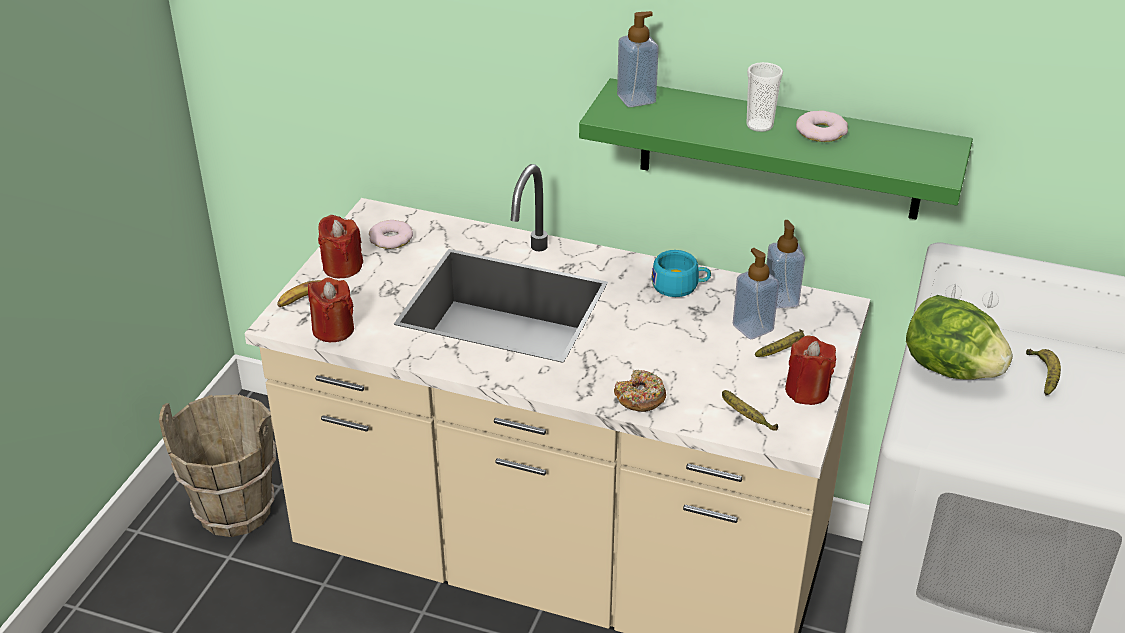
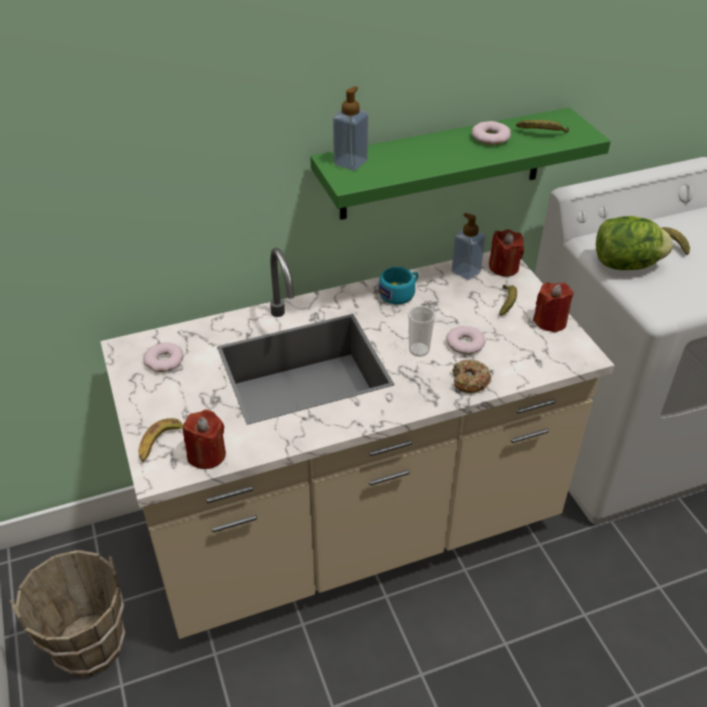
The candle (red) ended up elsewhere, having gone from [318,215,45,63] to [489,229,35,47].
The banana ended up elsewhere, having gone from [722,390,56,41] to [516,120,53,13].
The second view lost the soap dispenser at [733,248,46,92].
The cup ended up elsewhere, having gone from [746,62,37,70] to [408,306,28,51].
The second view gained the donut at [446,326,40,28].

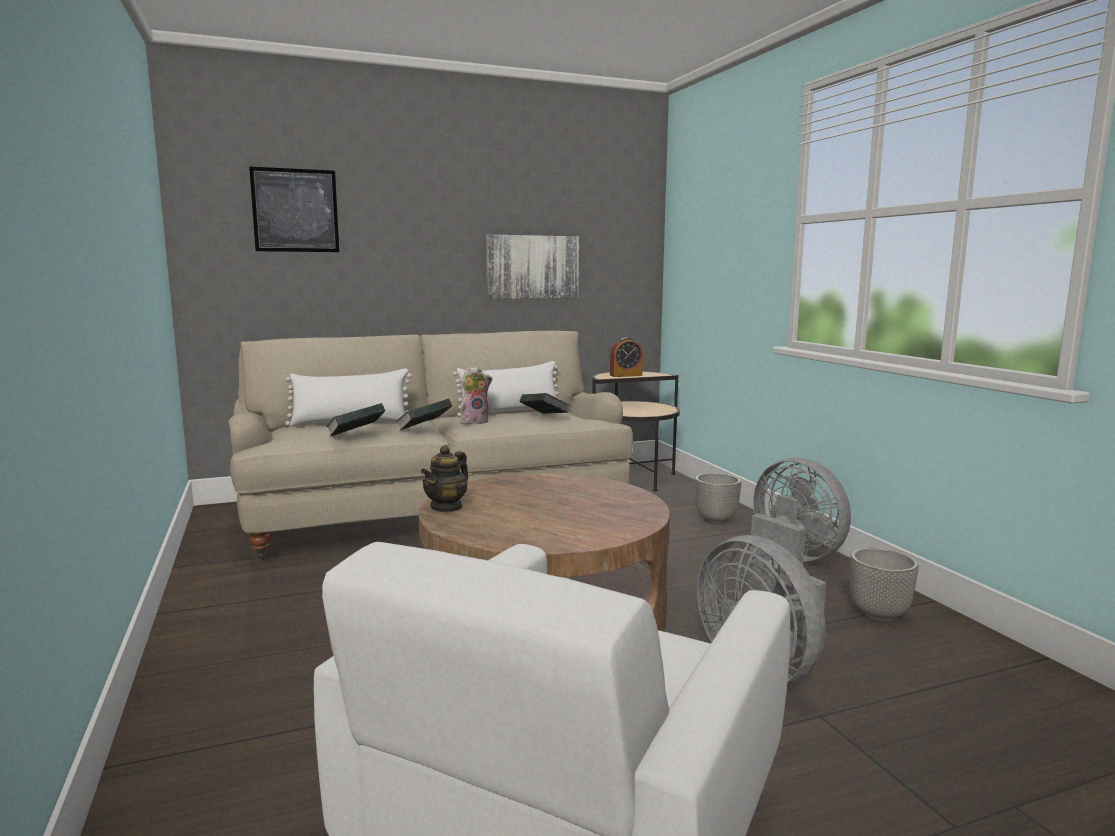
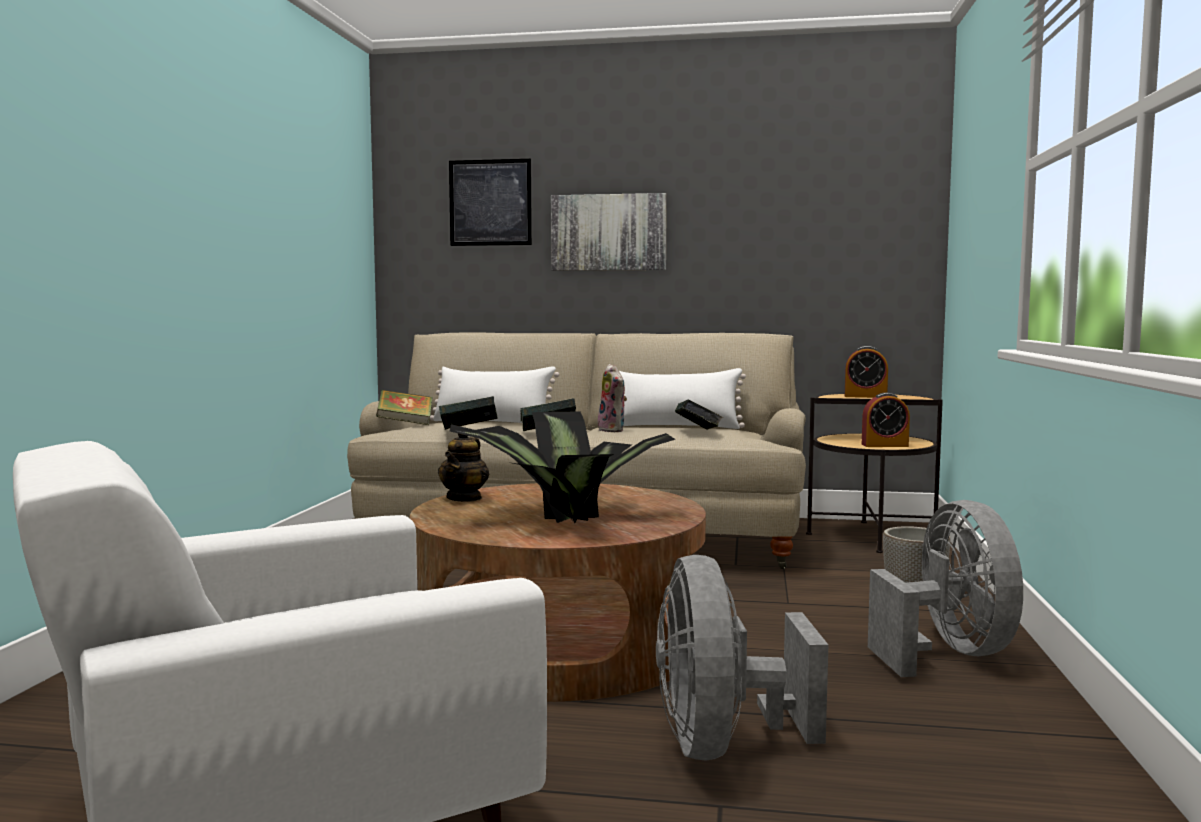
The teapot at [421,445,47,68] ended up facing another way, 45 degrees counterclockwise from before.
The plush toy at [460,366,32,58] ended up facing another way, 60 degrees clockwise from before.
The picture ended up elsewhere, having gone from [486,234,93,65] to [551,193,116,78].
The second view lost the planter at [850,547,69,75].
The second view gained the book at [376,390,56,35].
The second view gained the potted plant at [450,411,226,112].
The second view gained the alarm clock at [862,393,48,54].

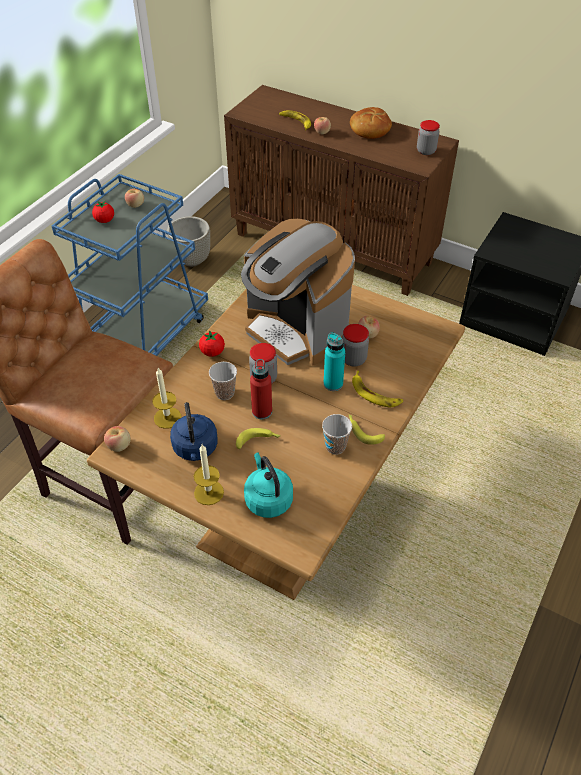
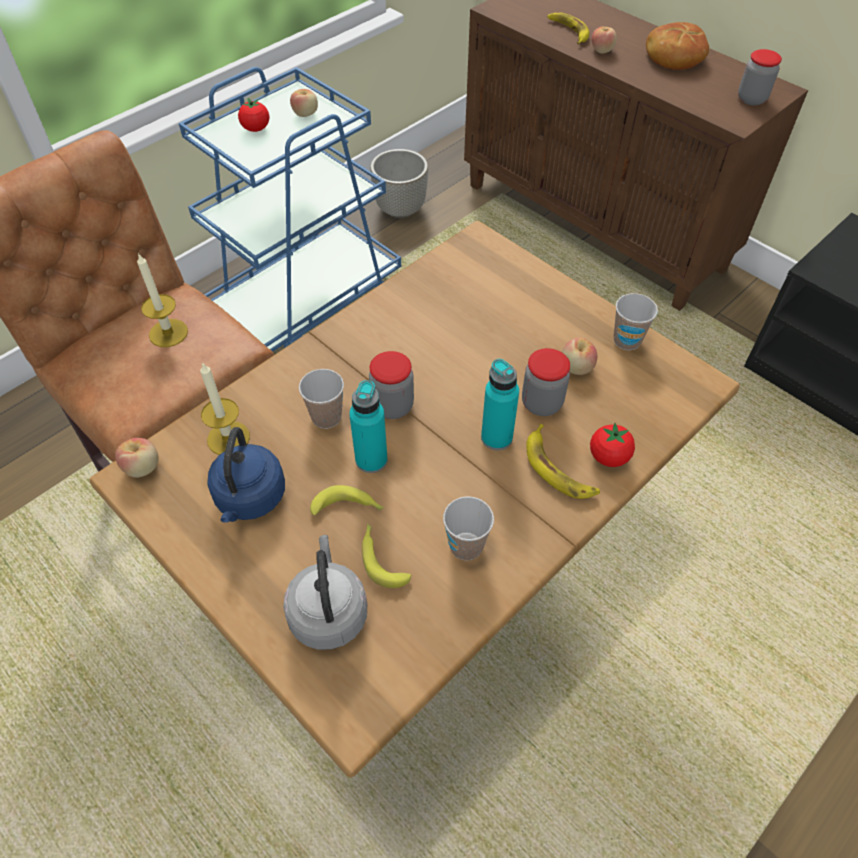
The candle ended up elsewhere, having gone from [194,444,30,61] to [137,253,51,94].
The tomato ended up elsewhere, having gone from [199,330,26,27] to [590,423,45,44].
The second view lost the coffee machine at [241,219,114,147].
What was the kettle (turquoise) at [244,452,49,66] turned into the kettle (grey) at [283,535,84,115].
What was the bottle (red) at [250,359,22,60] turned into the bottle (turquoise) at [349,380,39,93].
The banana ended up elsewhere, having gone from [349,414,36,31] to [362,523,49,65].
The second view gained the cup at [614,293,44,58].

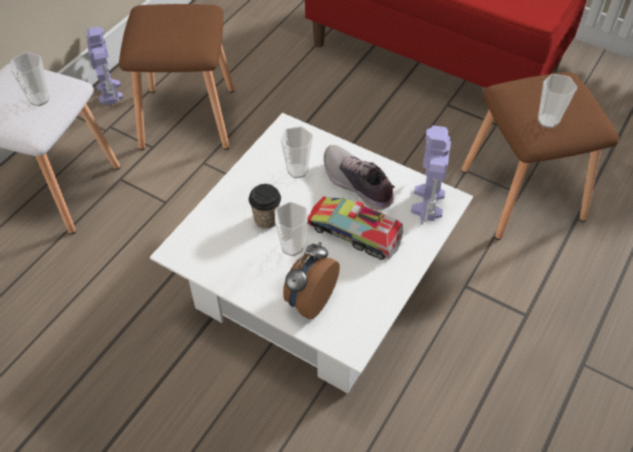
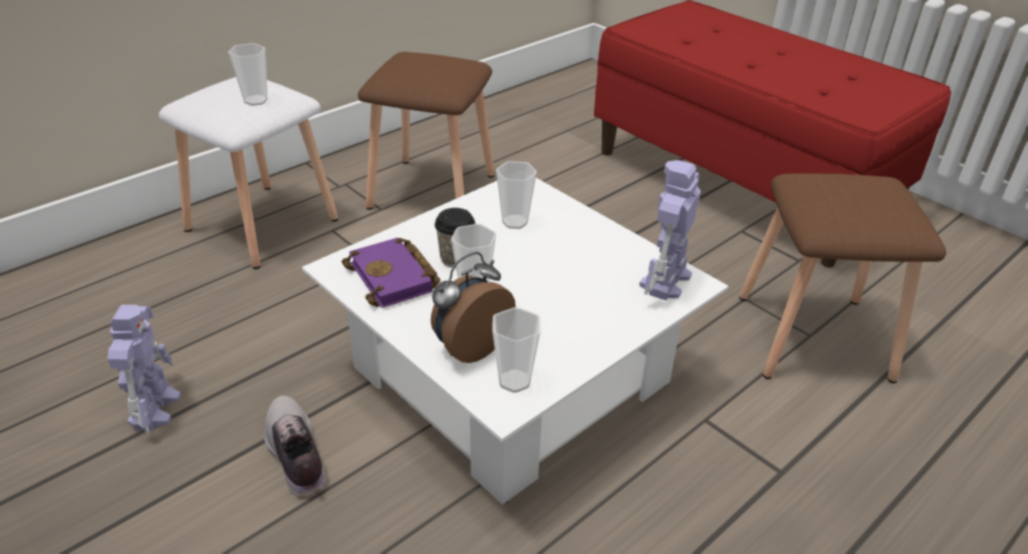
The toy robot ended up elsewhere, having gone from [86,27,37,78] to [108,305,73,127].
The second view lost the toy truck at [307,196,96,64].
The shoe ended up elsewhere, having gone from [324,145,71,65] to [264,395,62,101].
The cup ended up elsewhere, having gone from [538,74,39,54] to [492,307,49,86].
The second view gained the book (purple) at [342,238,98,70].

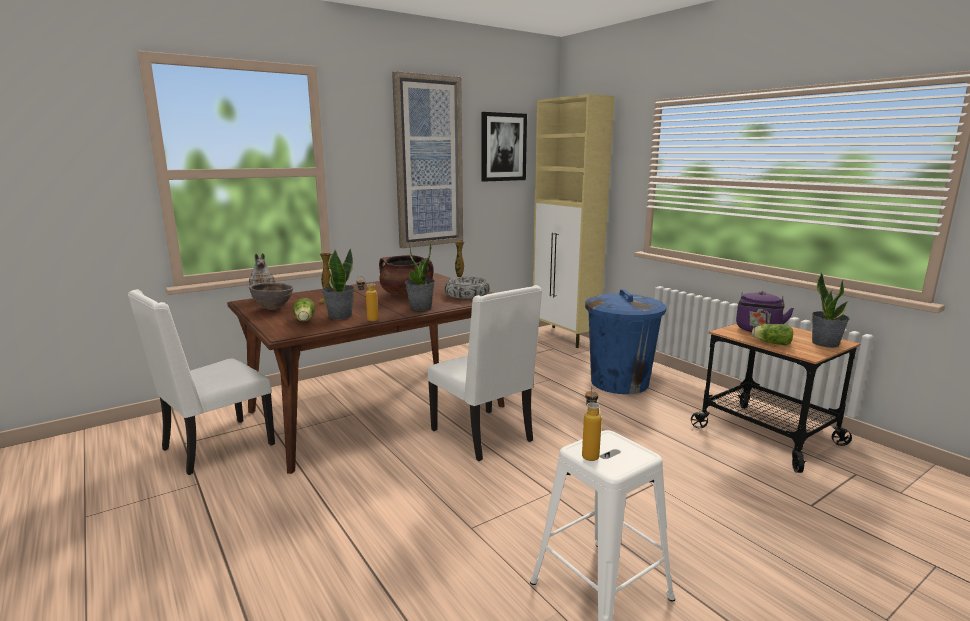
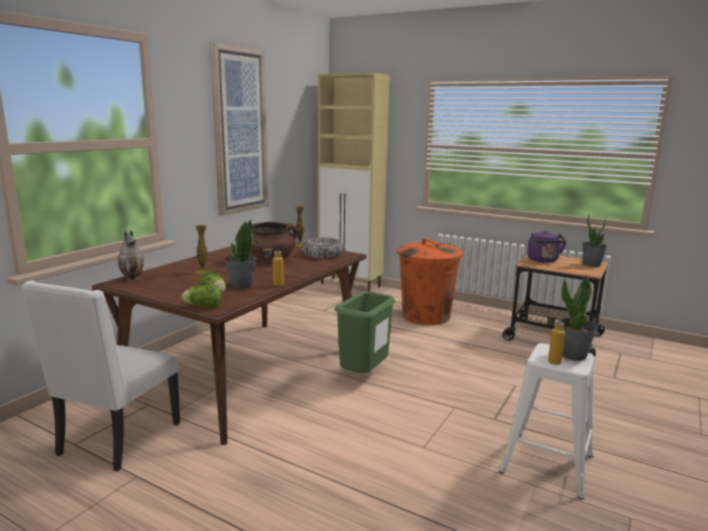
The second view lost the bowl (brown) at [249,282,45,28].
The potted plant ended up elsewhere, having gone from [405,241,30,70] to [558,275,39,86].
Where the chair (white) stood at [427,285,115,176], the trash can (green) came to stand at [335,291,60,82].
The second view lost the picture at [482,112,45,70].
What was the trash can (blue) at [585,290,82,104] turned into the trash can (orange) at [397,239,66,86].
The lettuce ended up elsewhere, having gone from [752,324,41,21] to [182,285,40,22].

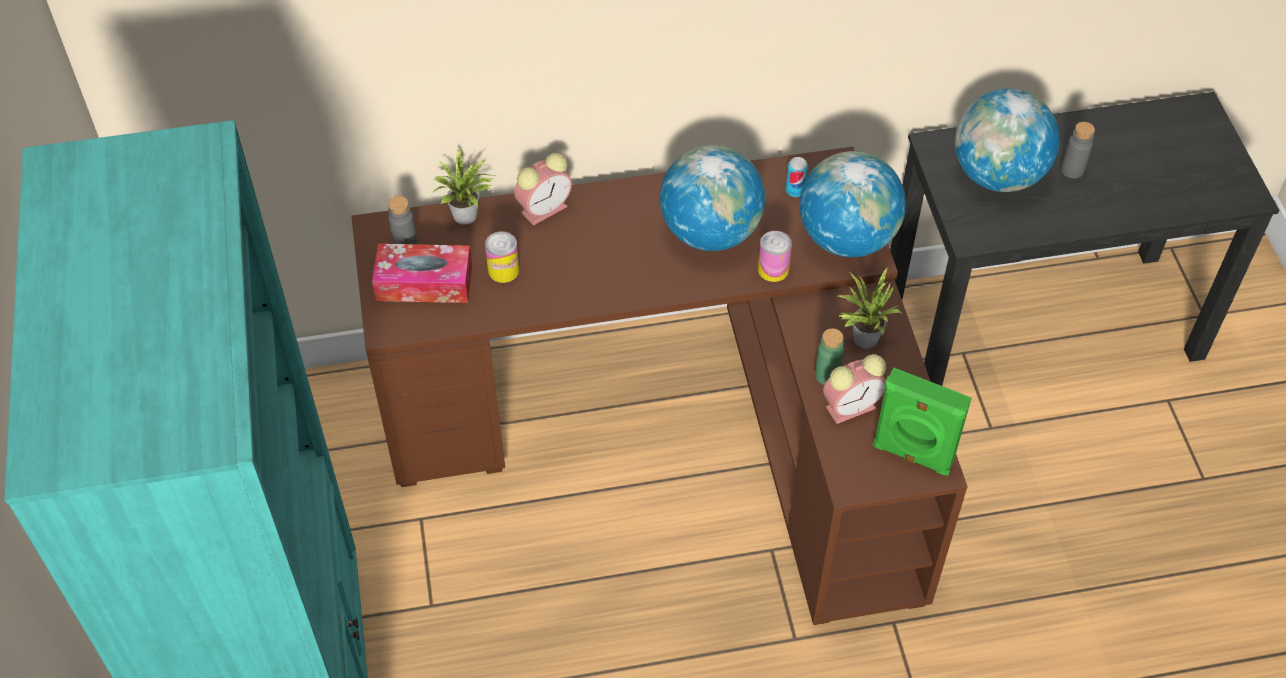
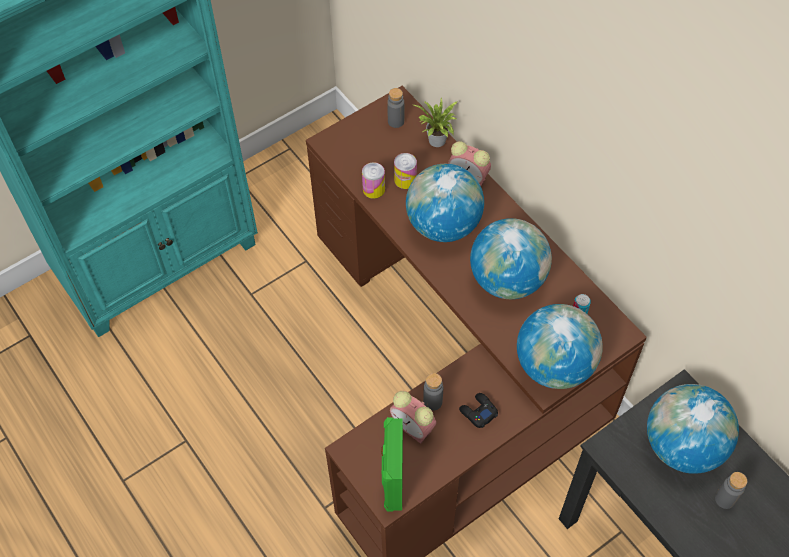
The second view lost the tissue box at [372,244,100,59].
The can ended up elsewhere, having gone from [758,231,34,51] to [362,162,23,37].
What was the bottle (green) at [815,328,29,57] turned into the bottle (grey) at [423,373,20,38].
Where the potted plant stood at [836,268,65,81], the game controller (black) came to stand at [459,393,39,35].
The second view gained the globe at [406,164,78,78].

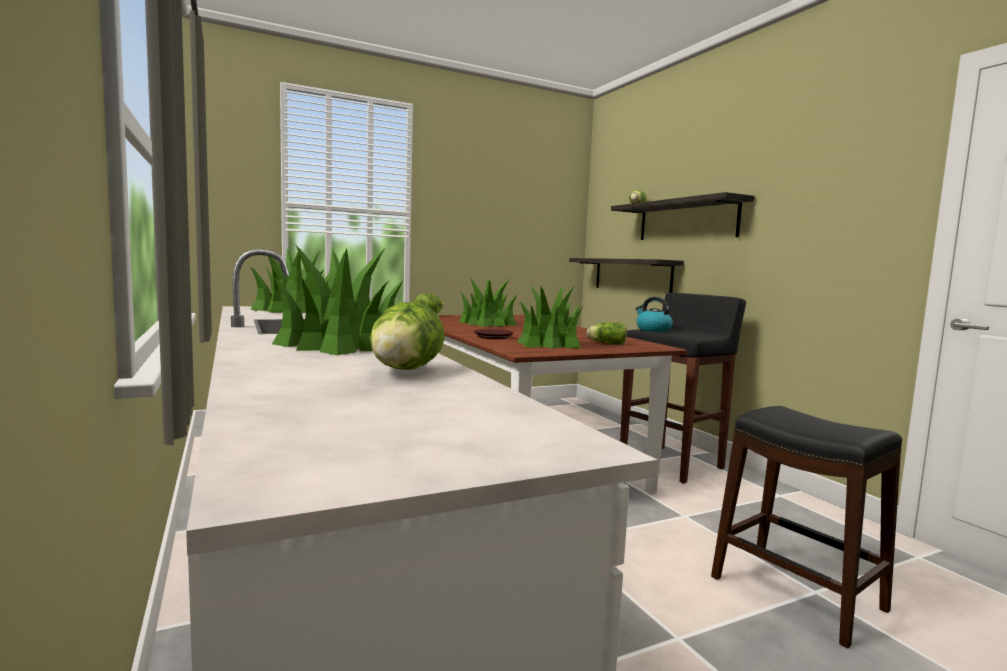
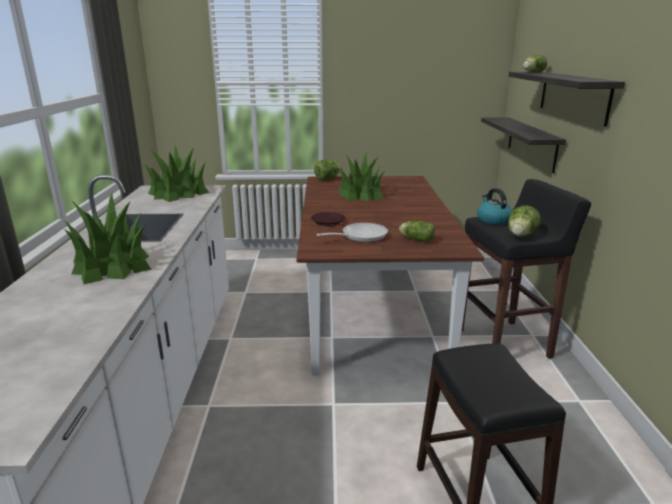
The lettuce ended up elsewhere, having gone from [370,302,74,67] to [508,205,33,31].
Where the potted plant stood at [517,285,66,64], the frying pan came to stand at [316,223,72,19].

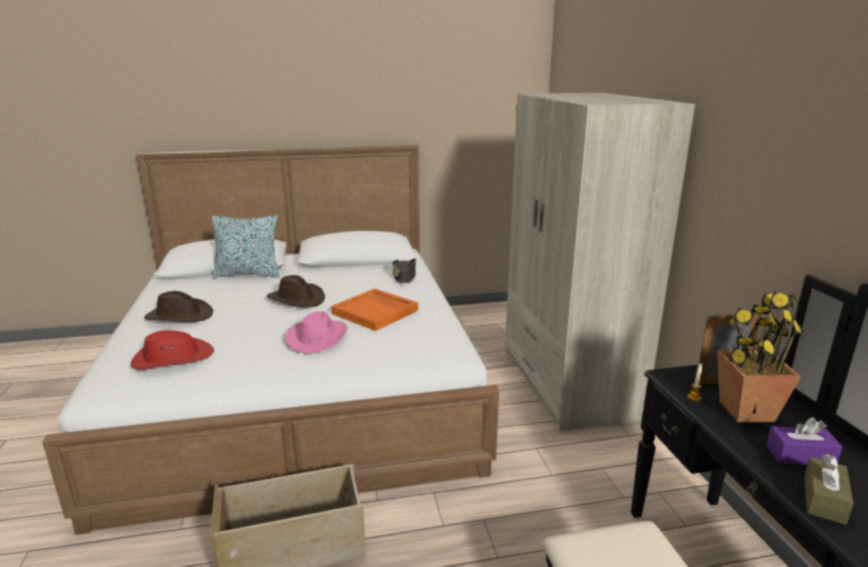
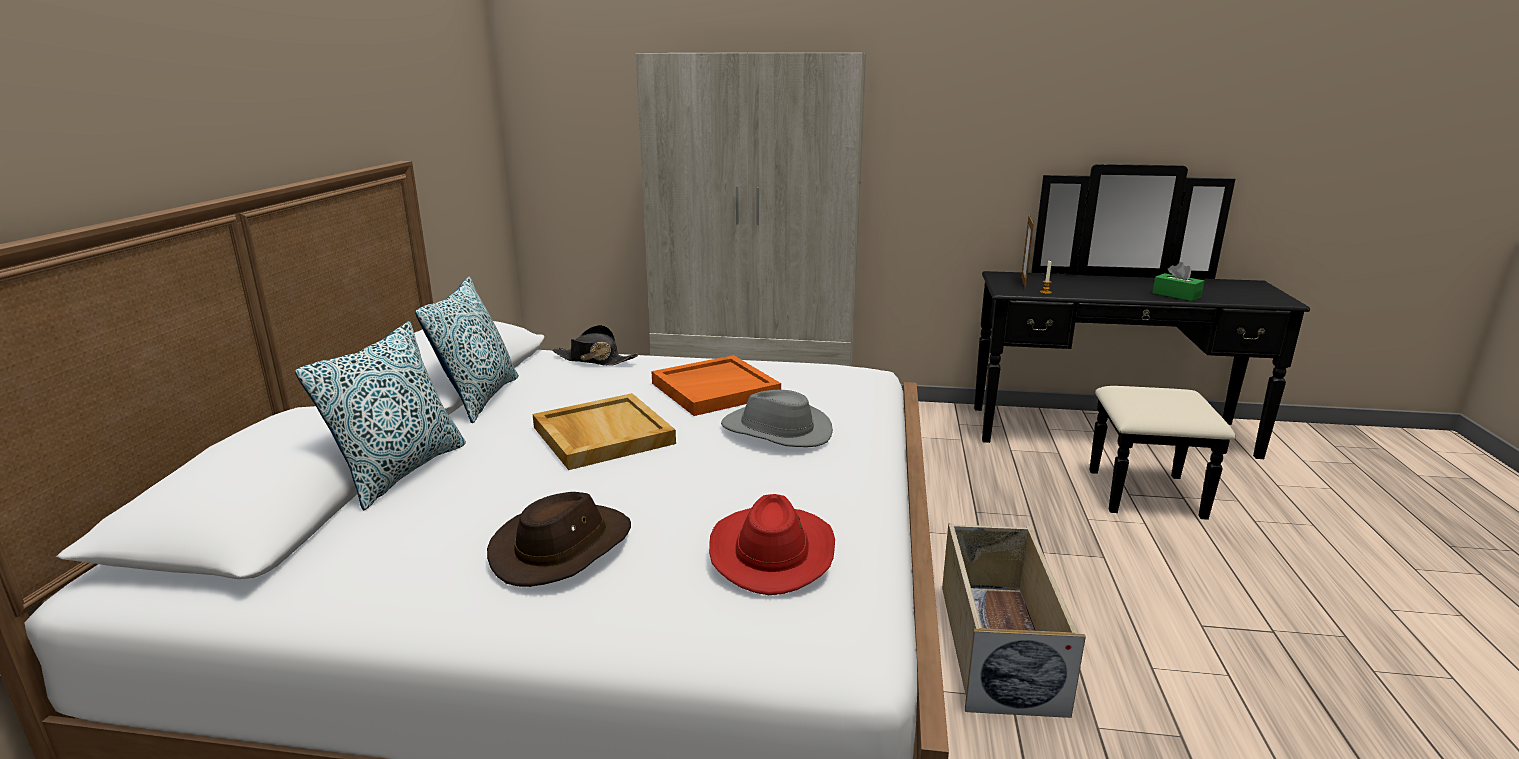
Where the hat (brown) stood at [267,275,58,33], the tray (beige) came to stand at [532,393,144,77].
What was the hat (pink) at [285,312,63,42] turned into the hat (grey) at [721,390,112,57].
The second view lost the potted plant at [717,290,88,132].
The second view lost the tissue box (purple) at [766,417,76,48].
What was the tissue box (brown) at [804,454,50,71] turned into the tissue box (green) at [1152,262,52,39].
The second view gained the pillow at [415,276,104,148].

